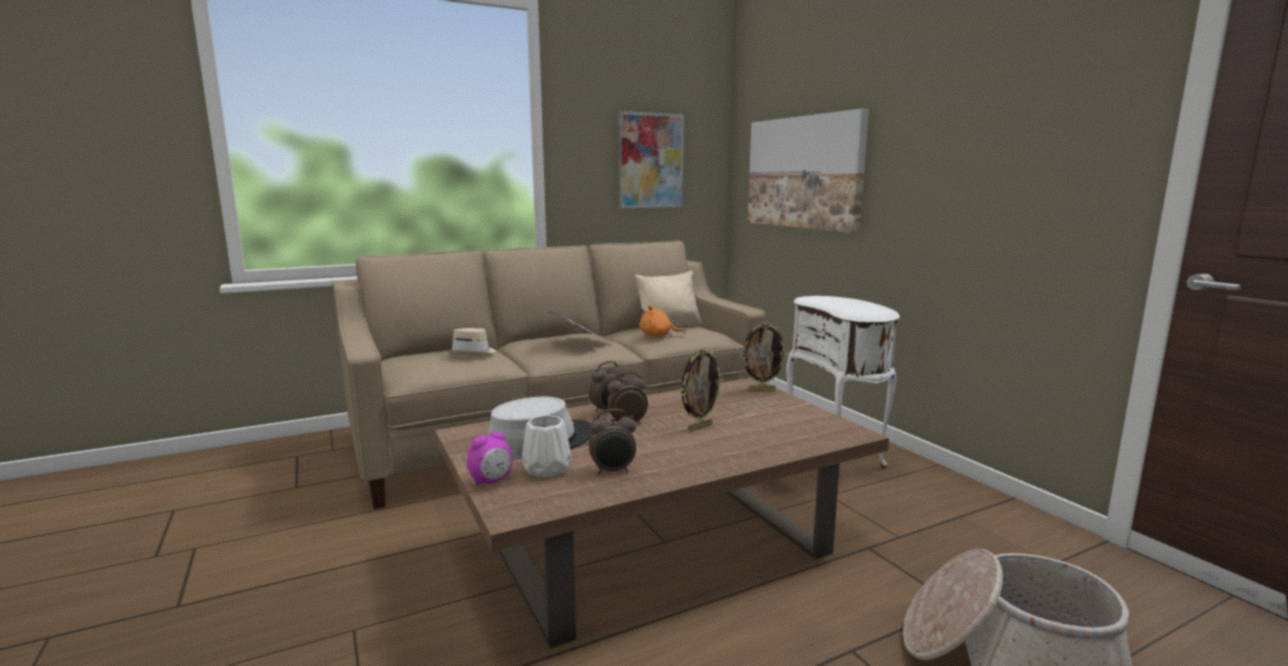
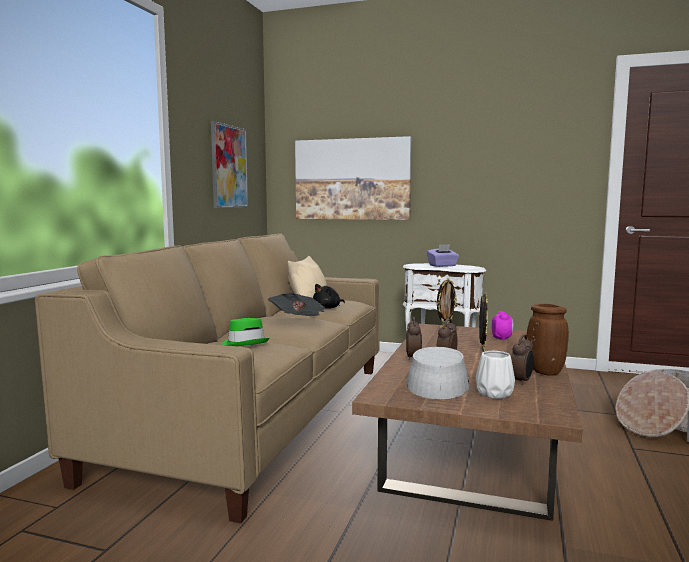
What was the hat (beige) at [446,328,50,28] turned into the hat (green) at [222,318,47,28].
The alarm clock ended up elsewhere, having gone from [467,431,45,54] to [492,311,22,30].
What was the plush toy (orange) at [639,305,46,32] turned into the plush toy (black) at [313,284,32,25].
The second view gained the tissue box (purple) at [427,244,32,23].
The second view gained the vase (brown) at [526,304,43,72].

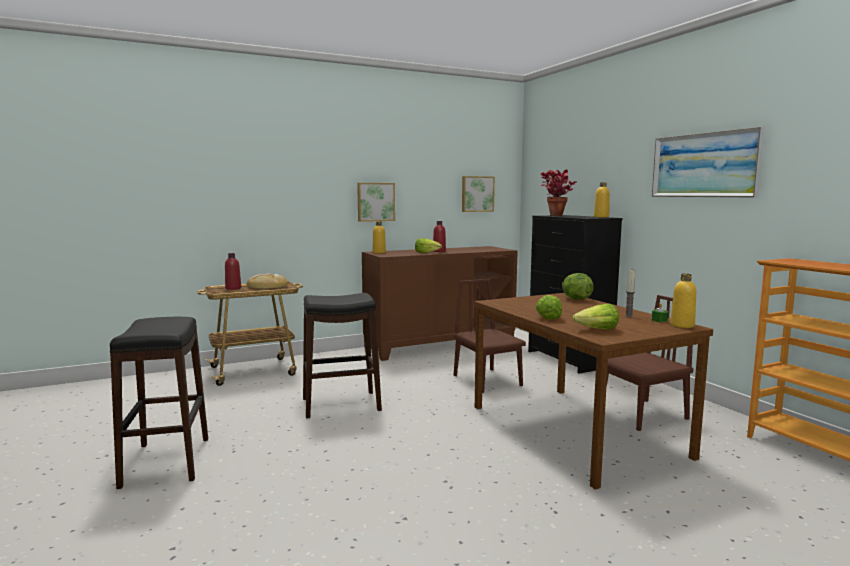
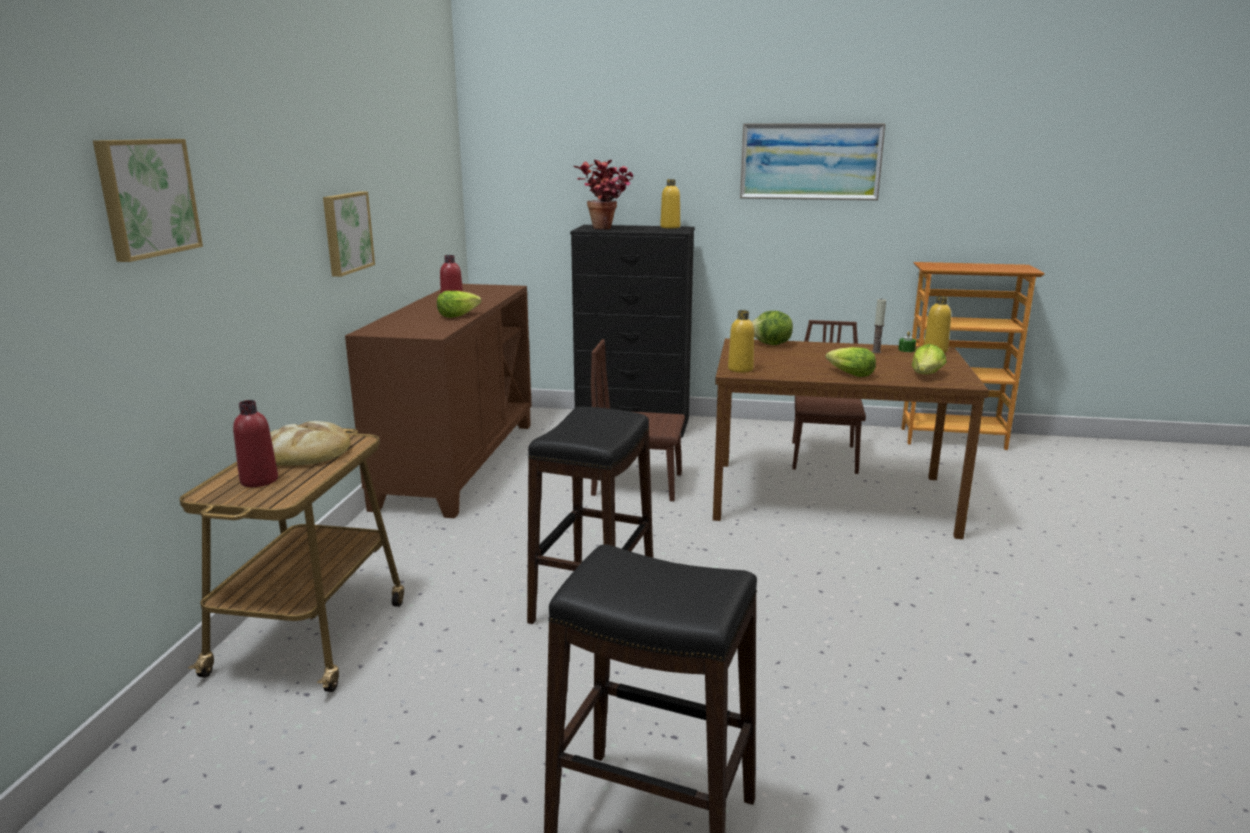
The bottle (yellow) ended up elsewhere, having gone from [373,221,13,33] to [728,310,26,63].
The picture ended up elsewhere, having gone from [462,176,33,36] to [93,139,110,123].

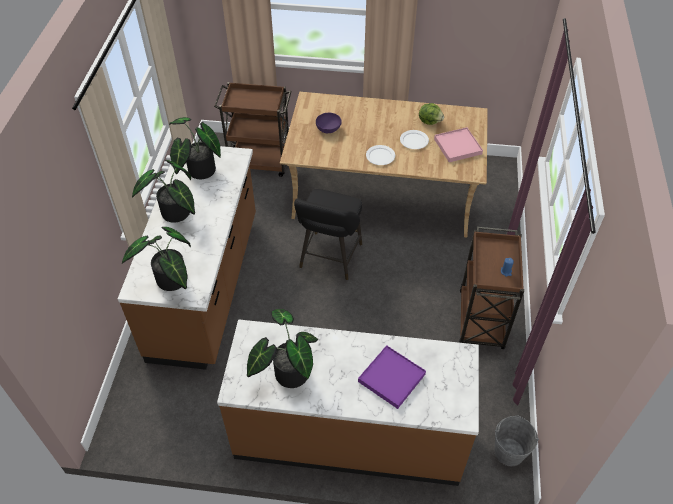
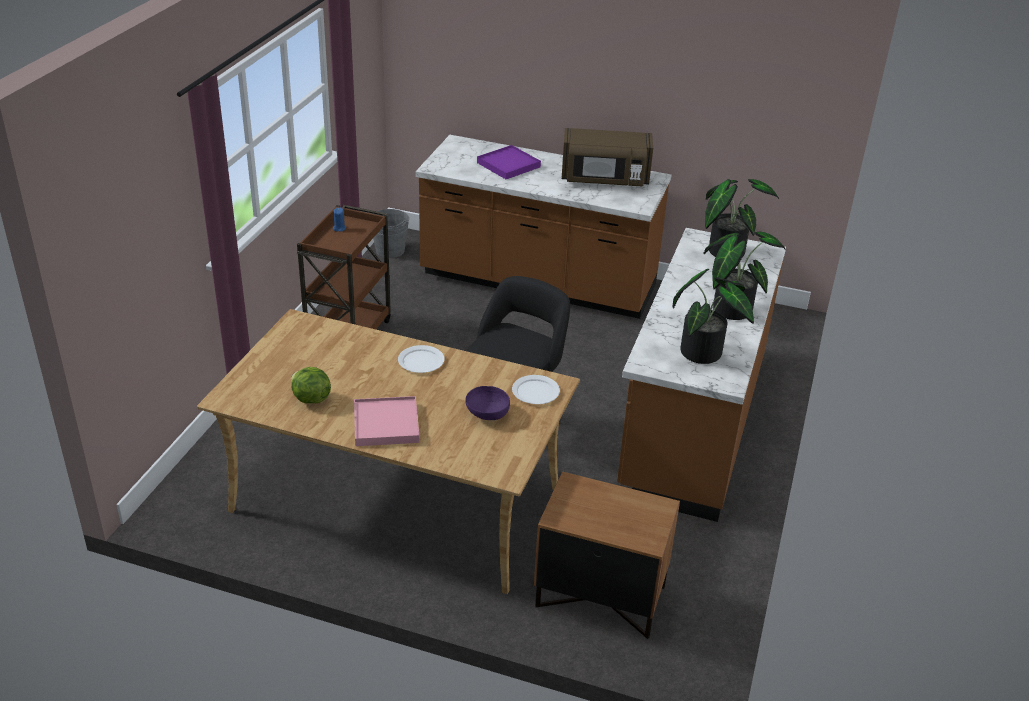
Where the cart (brown) stood at [214,82,78,95], the nightstand (brown) came to stand at [534,471,146,168].
Where the potted plant stood at [247,309,71,79], the microwave (brown) came to stand at [562,128,91,58].
The plate (white) ended up elsewhere, having gone from [400,130,29,19] to [512,375,48,29].
The tray (pink) ended up elsewhere, having gone from [434,127,49,35] to [354,396,65,50].

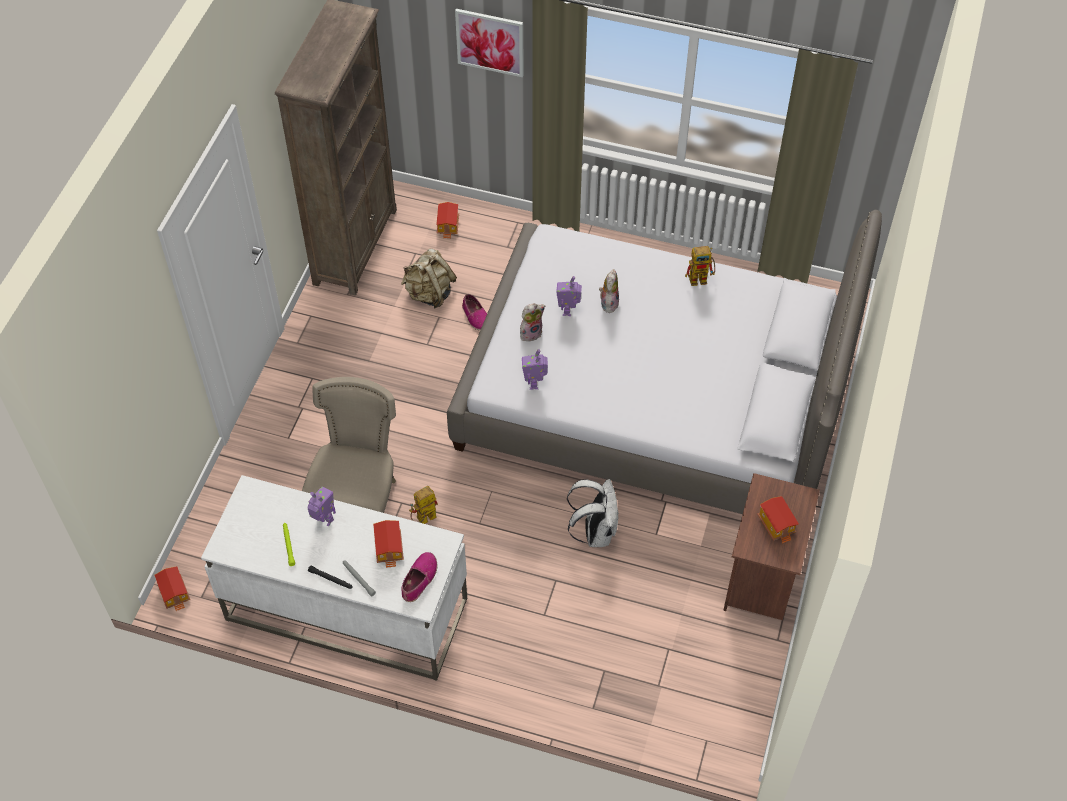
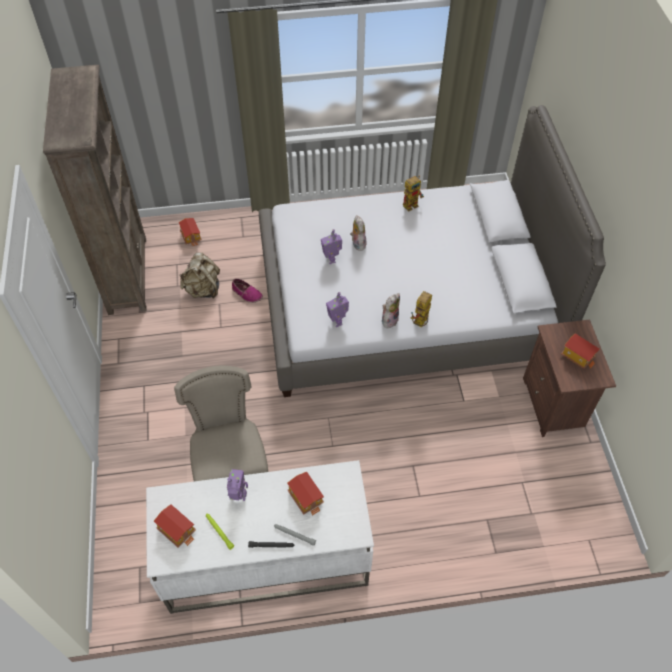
The toy house ended up elsewhere, having gone from [154,566,36,45] to [154,504,42,44].
The second view lost the shoe at [402,552,35,50].
The toy robot ended up elsewhere, having gone from [409,486,29,38] to [410,291,22,36].
The second view lost the picture at [455,9,69,68].
The plush toy ended up elsewhere, having gone from [520,303,25,38] to [382,293,18,35].
The second view lost the backpack (white) at [567,479,51,68].

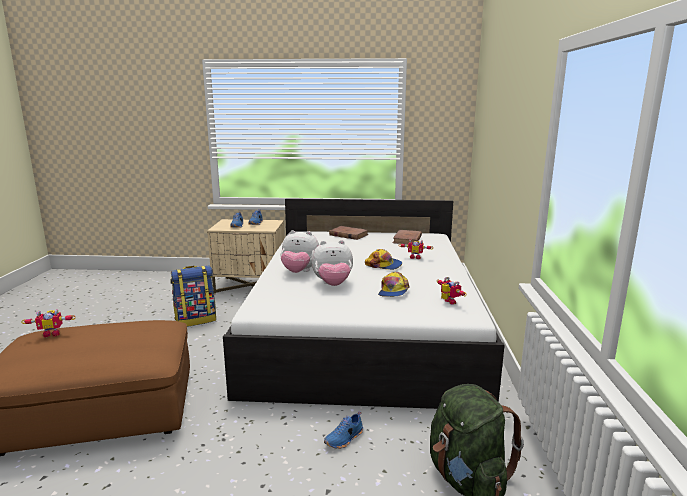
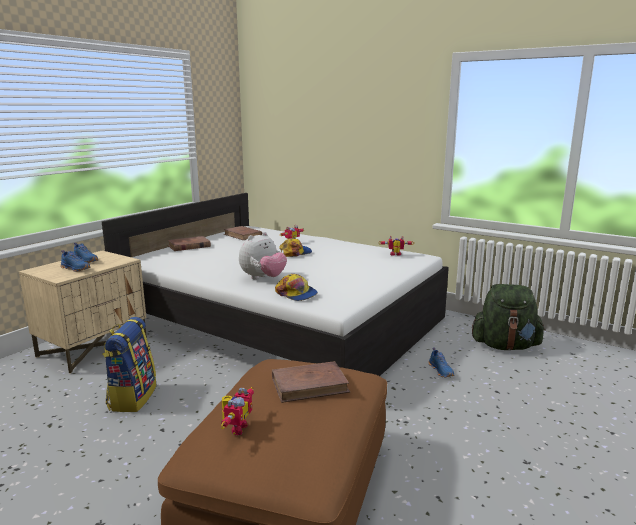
The second view lost the plush toy at [311,240,42,46].
The cap ended up elsewhere, having gone from [378,272,31,25] to [275,274,43,27].
The second view gained the book (brown) at [272,361,78,42].

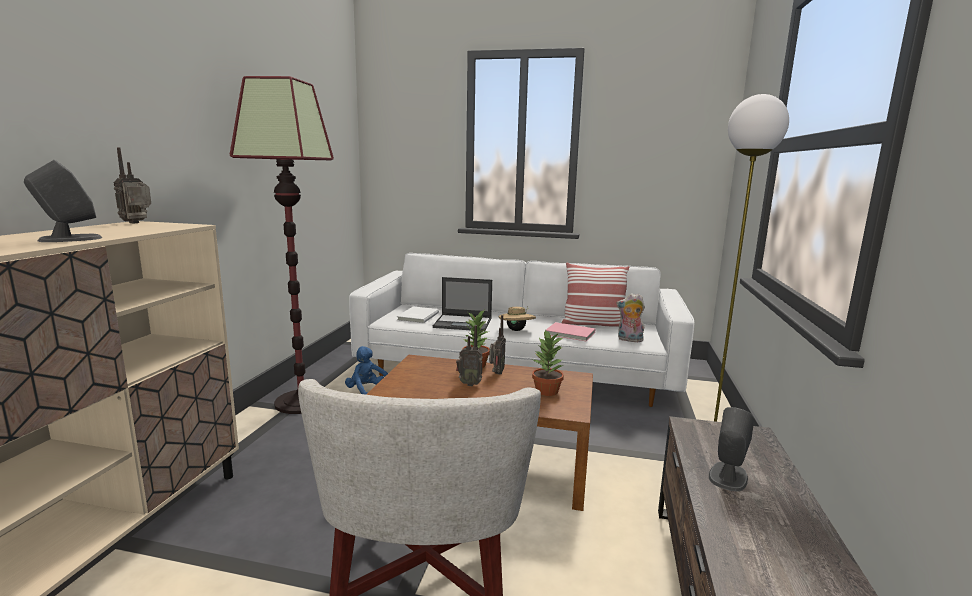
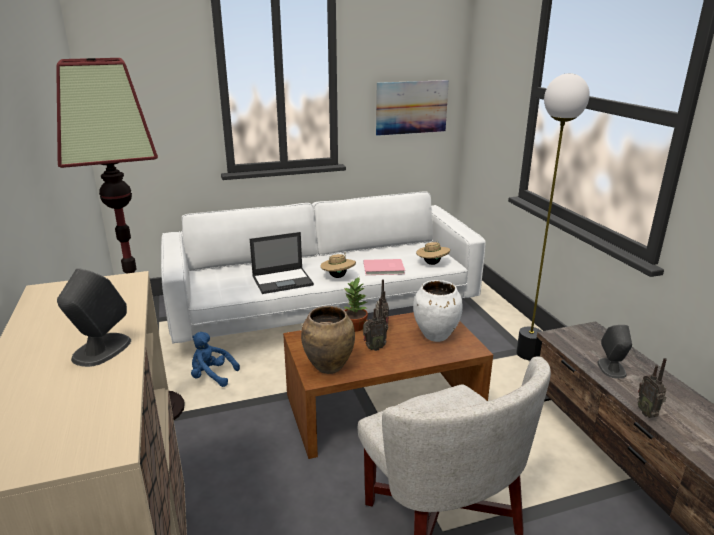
The radio ended up elsewhere, having gone from [114,148,37,76] to [637,358,30,60].
The second view lost the book (white) at [397,307,42,16].
Where the potted plant stood at [532,329,32,67], the vase (white) came to stand at [413,280,50,62].
The second view lost the pillow at [562,263,67,64].
Where the plush toy stood at [617,293,28,49], the hat (beige) came to stand at [416,240,34,25].
The second view gained the vase (brown) at [301,306,54,68].
The second view gained the picture at [376,80,73,56].

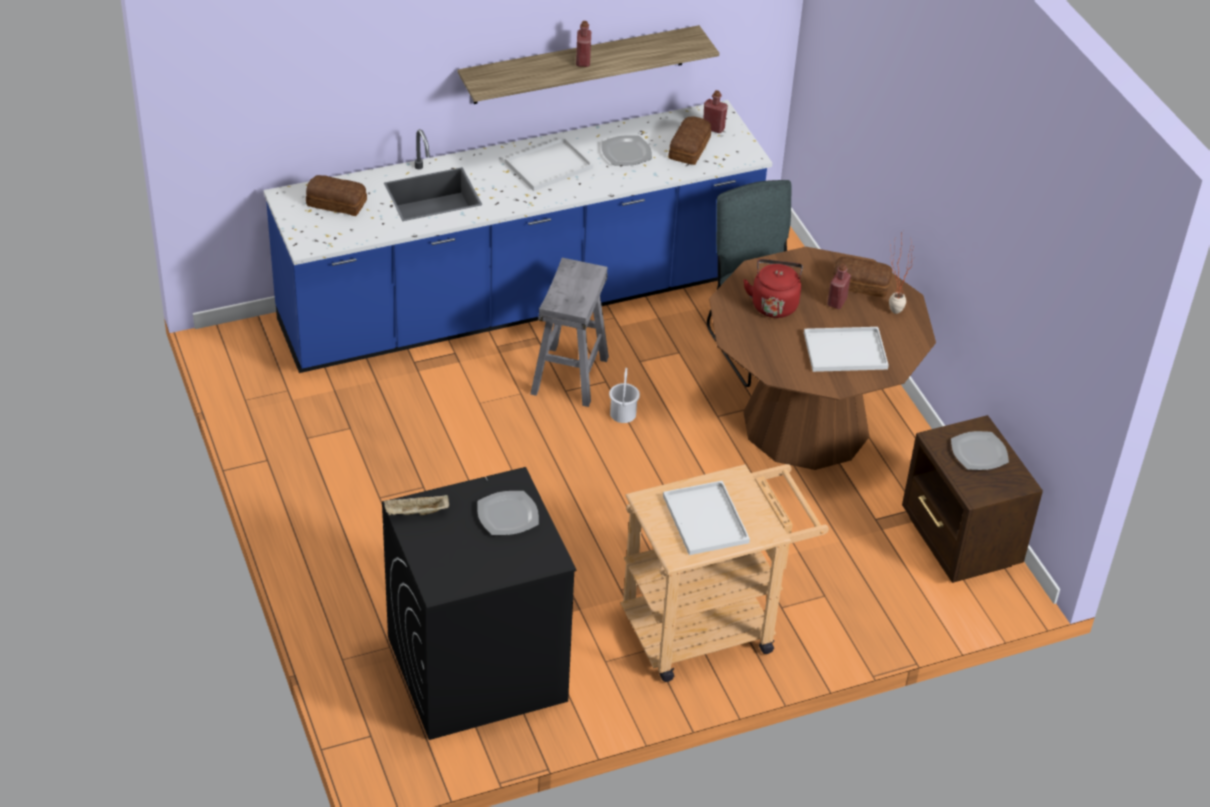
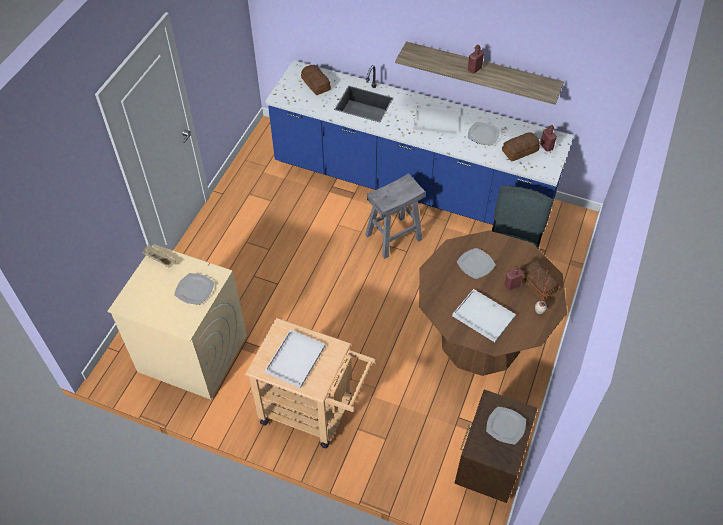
What was the washing machine (black) at [382,467,194,273] turned into the washing machine (beige) at [107,244,140,156].
The second view lost the bucket (white) at [609,368,31,55].
Where the kettle (red) stood at [743,259,60,59], the plate came to stand at [457,248,39,31].

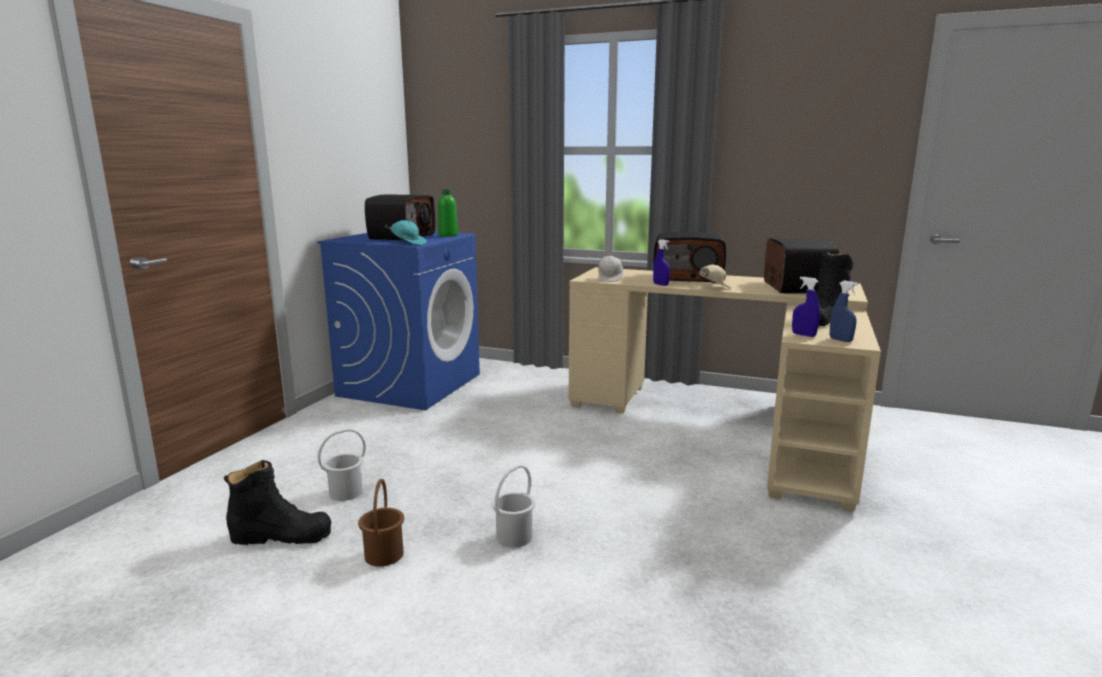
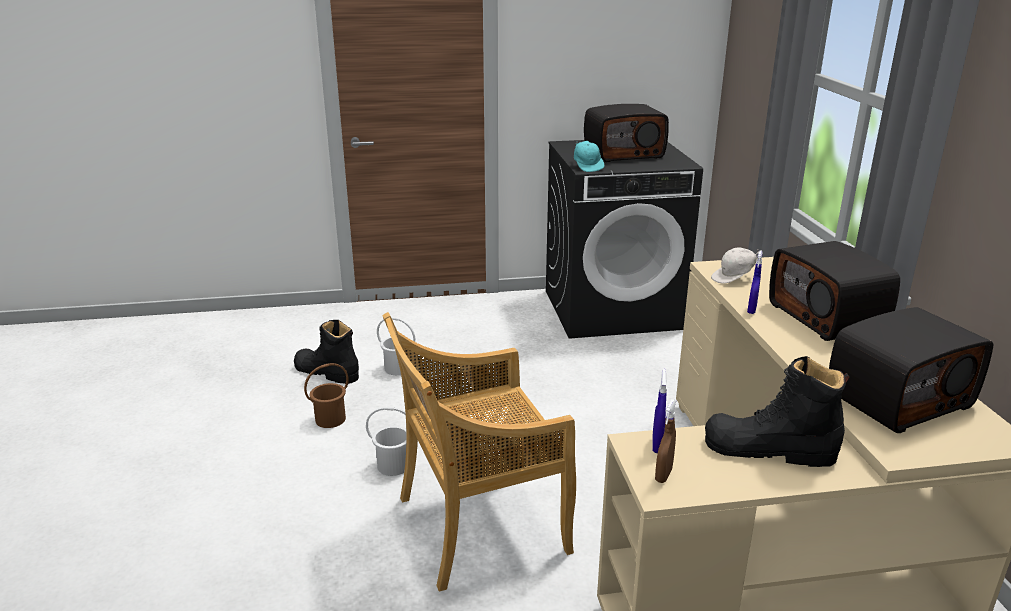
The boot (black) at [224,460,107,85] ended up facing another way, 150 degrees clockwise from before.
What was the washing machine (blue) at [317,232,163,178] turned into the washing machine (black) at [546,140,157,199].
The second view lost the bottle (green) at [438,189,20,48].
The second view lost the cap (beige) at [699,265,32,23].
What was the spray bottle (blue) at [830,281,28,61] turned into the spray bottle (brown) at [655,399,21,84].
The second view gained the chair (beige) at [382,312,194,280].

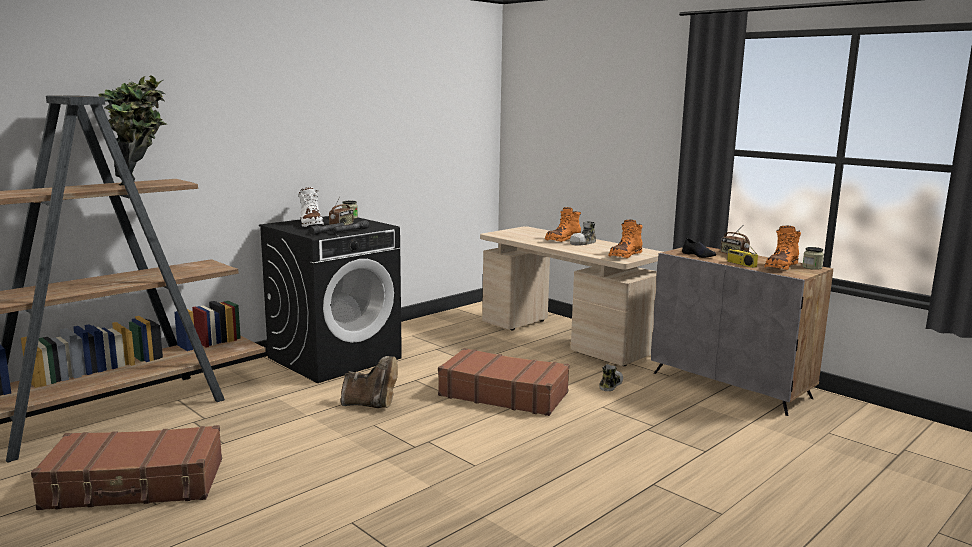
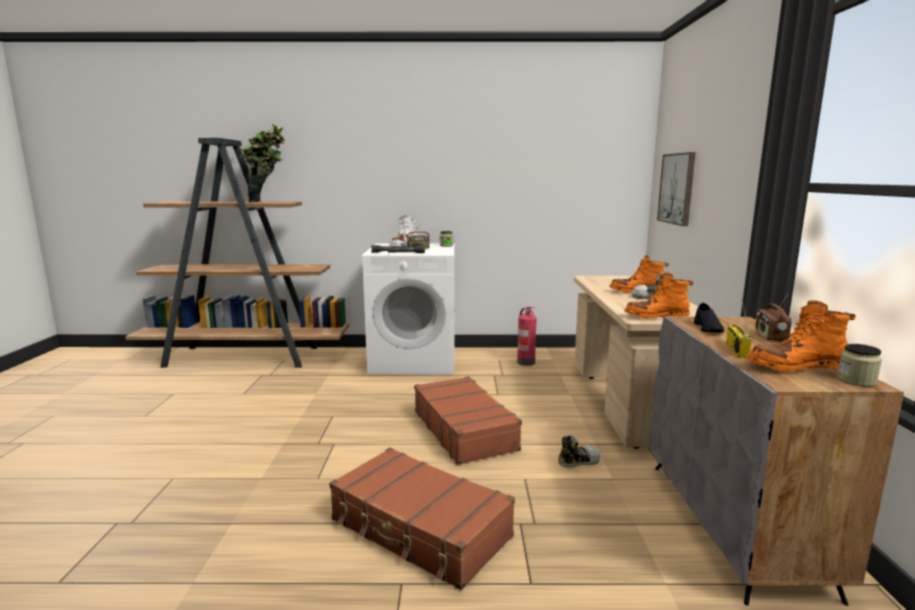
The suitcase (brown) ended up elsewhere, having gone from [31,425,191,85] to [329,447,186,143].
What was the washing machine (black) at [259,216,143,167] turned into the washing machine (white) at [362,243,93,131].
The second view lost the boot (brown) at [340,356,58,52].
The second view gained the fire extinguisher at [517,307,20,59].
The second view gained the picture at [657,152,39,74].

